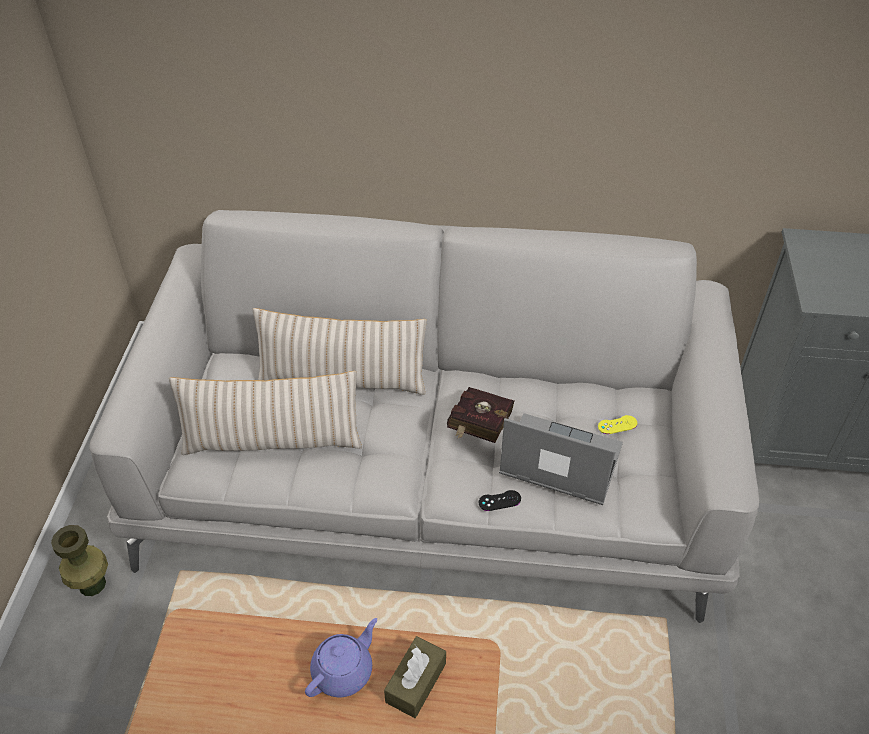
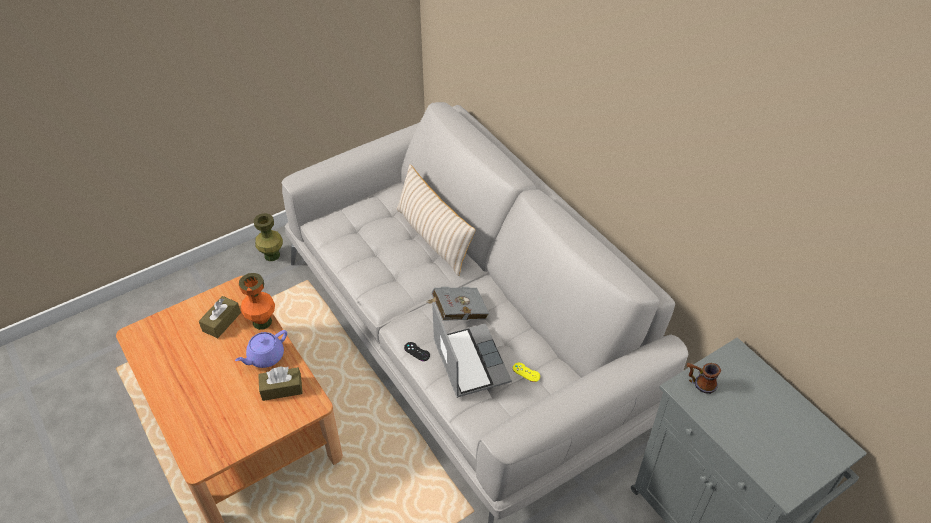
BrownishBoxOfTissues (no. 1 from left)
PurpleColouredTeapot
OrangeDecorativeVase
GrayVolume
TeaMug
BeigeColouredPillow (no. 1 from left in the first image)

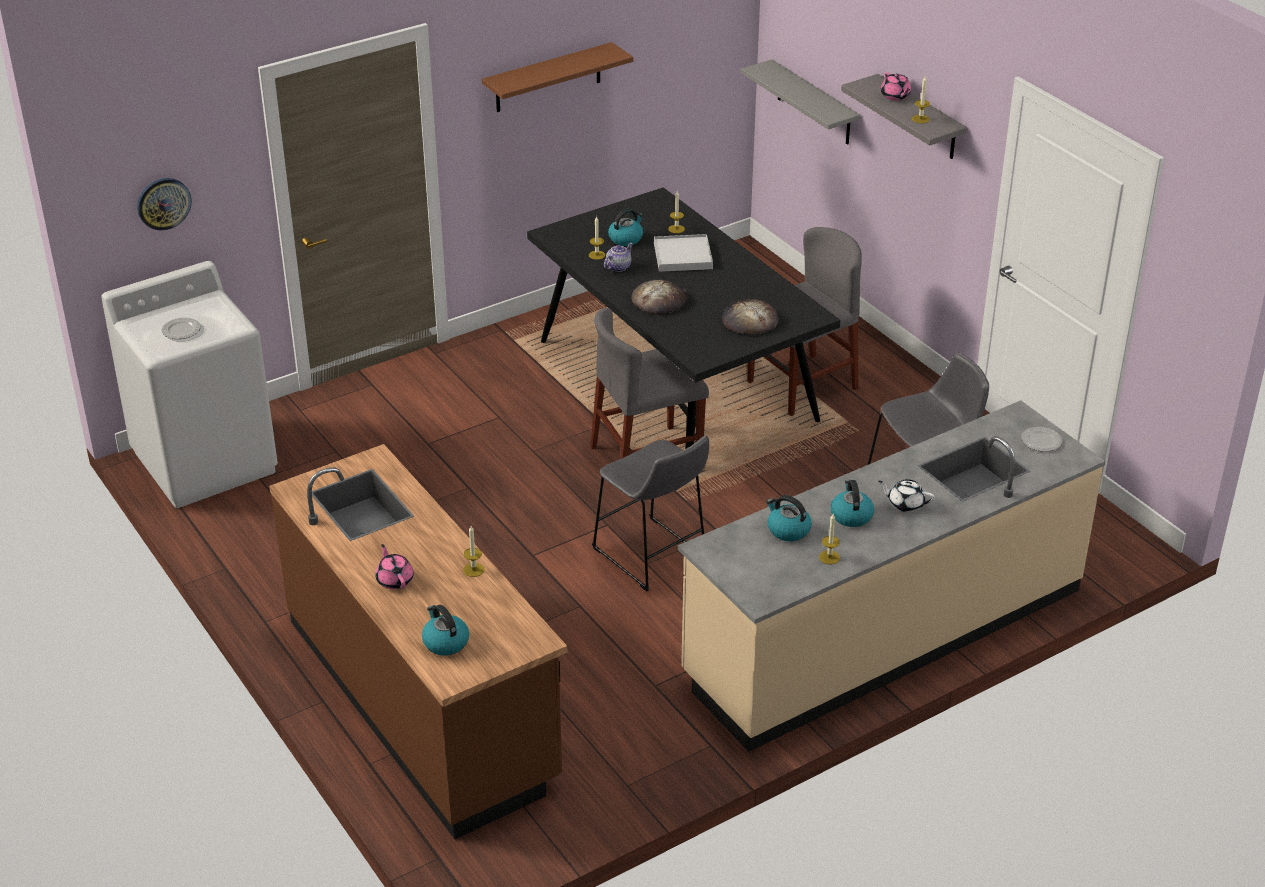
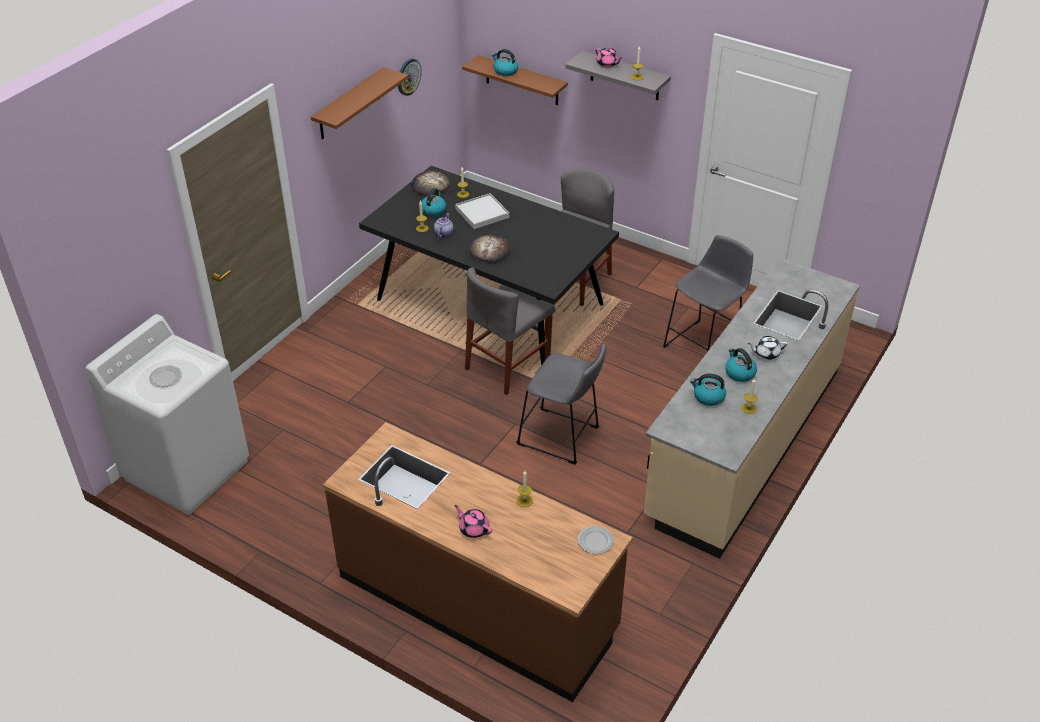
WallClock
BakeryBread (no. 1 from left)
BrownishBracketShelf (no. 2 from left)
TeaKettle (no. 2 from left)
FlatDish (no. 2 from left)

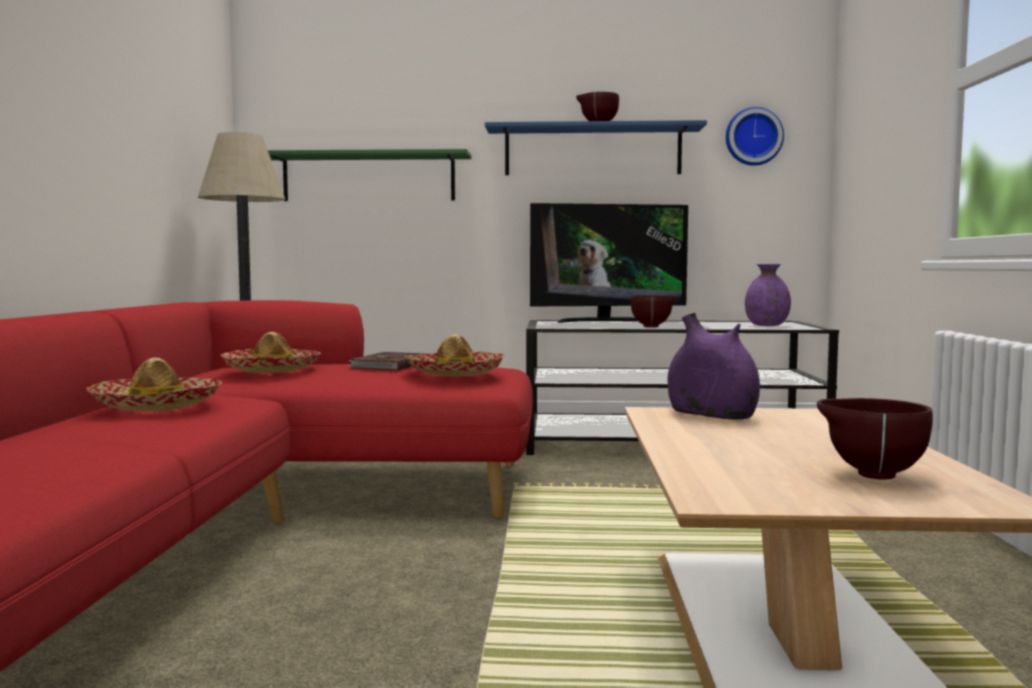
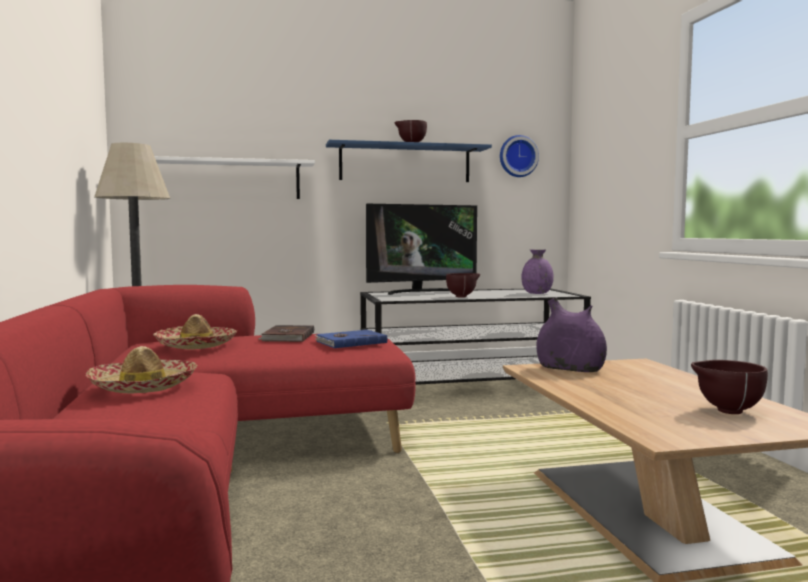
WhitishBracketShelf
BlueColouredVolume

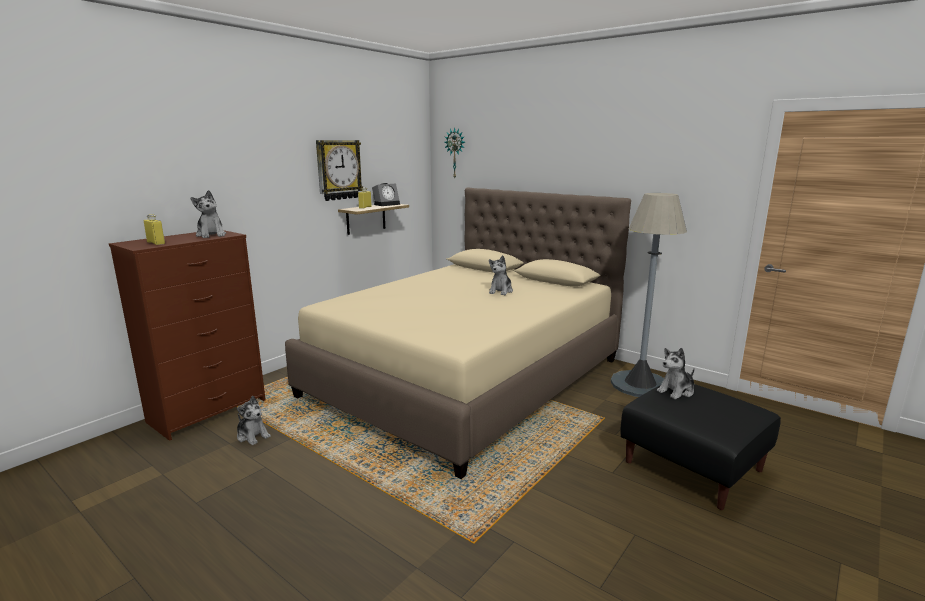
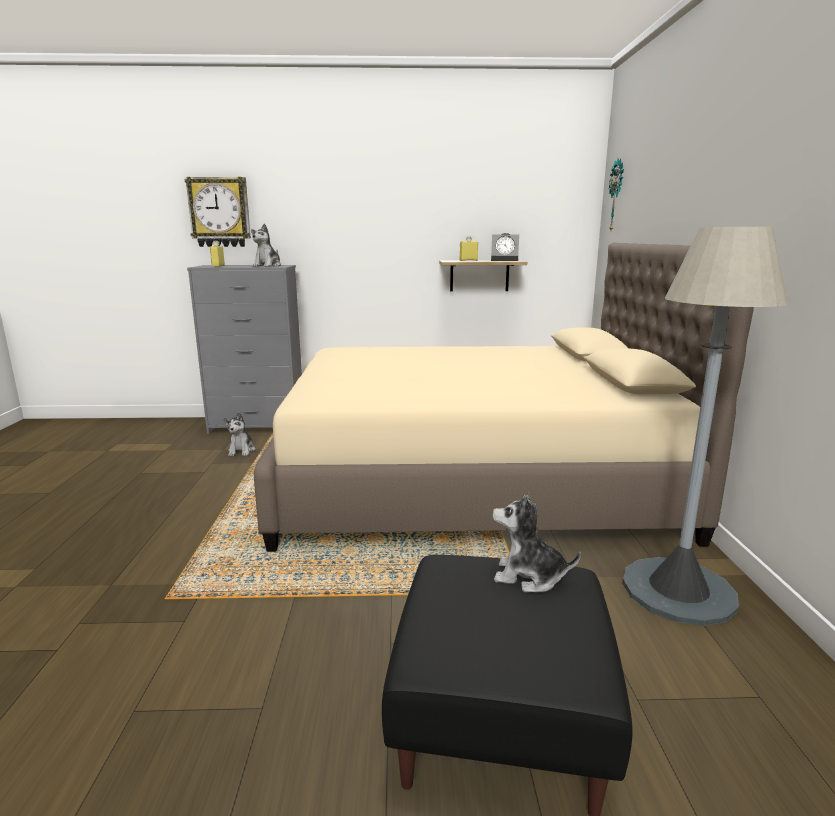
WallClock (no. 1 from left)
GrayDresser
PlushToy (no. 3 from left in the first image)

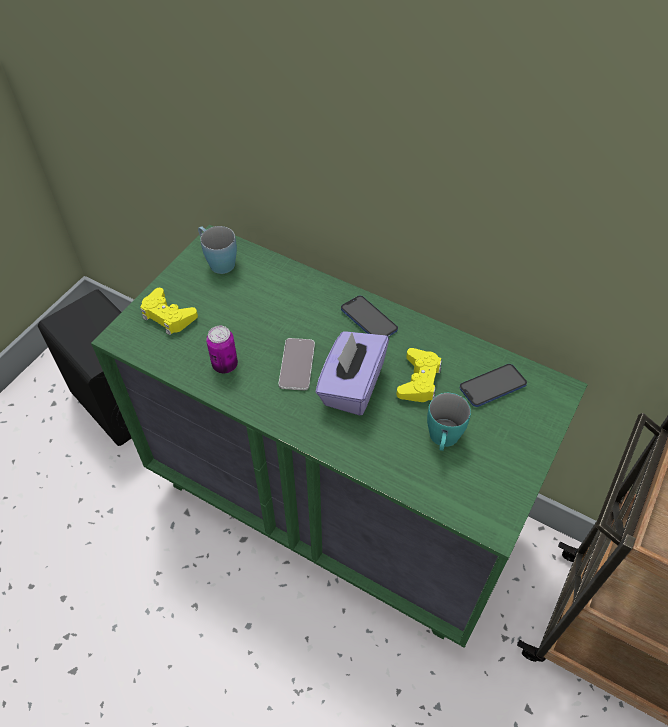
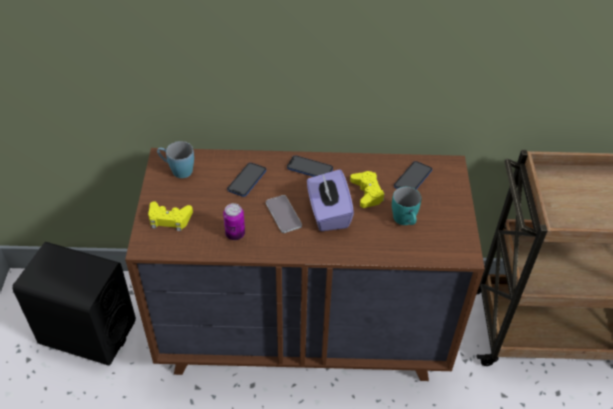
BrownishDresser
Telephone (no. 1 from left)

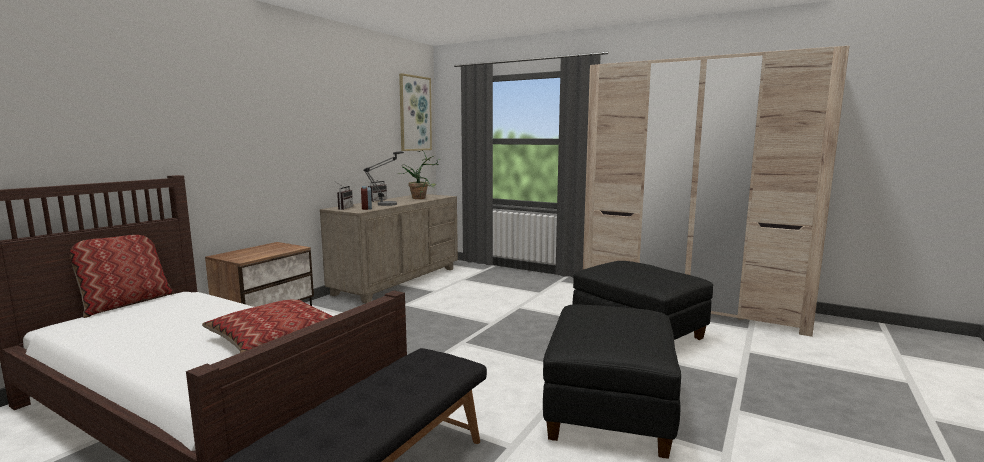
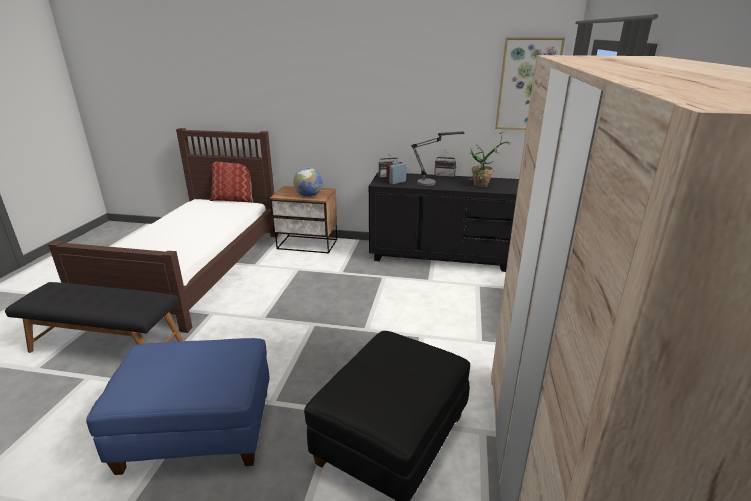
BlueColouredPouffe
DeskGlobe
BlackDresser
Pillow (no. 2 from left in the first image)

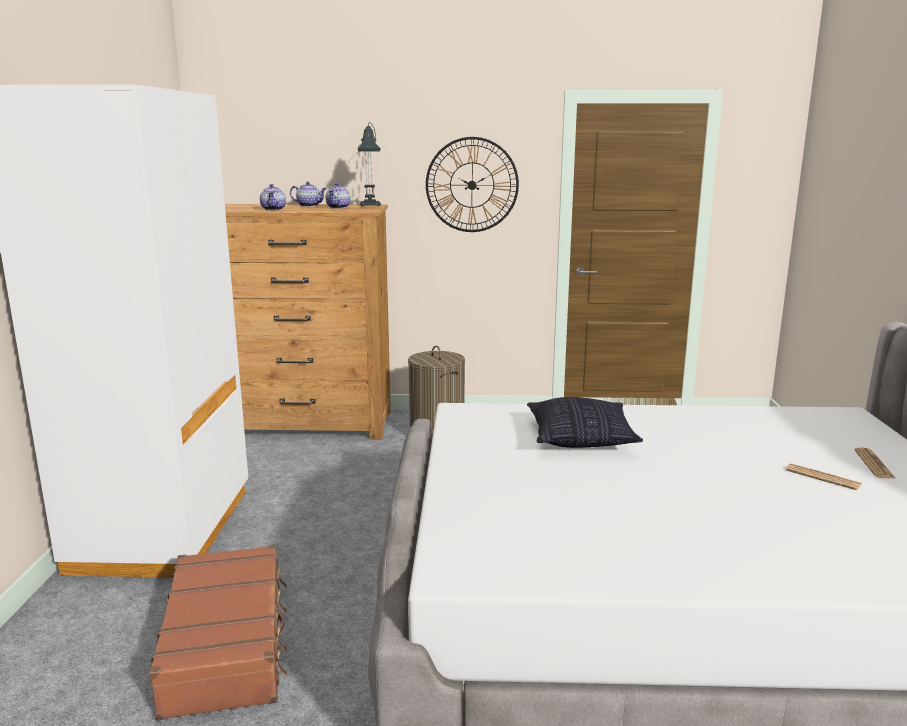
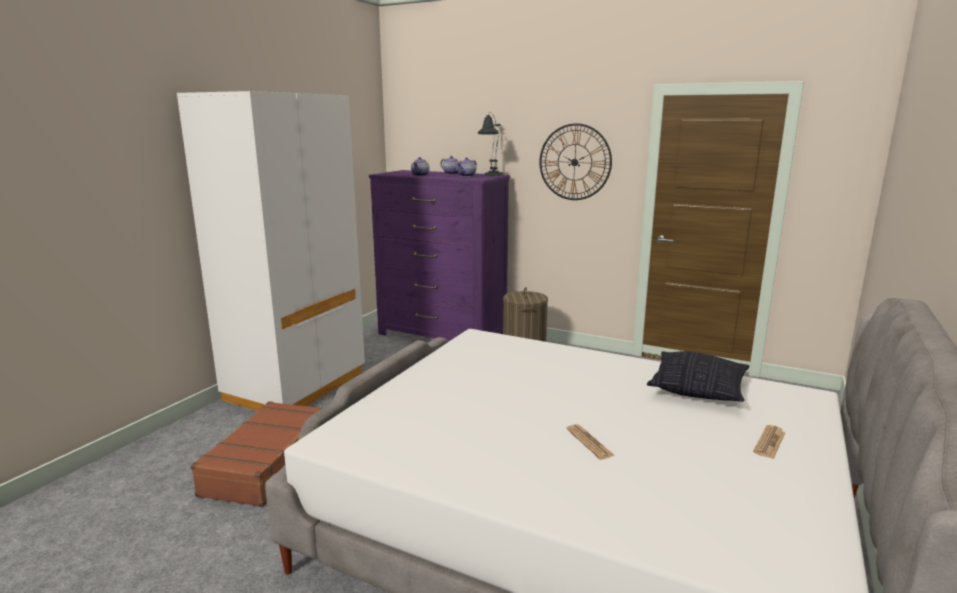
PurpleColouredDresser
Newspaper (no. 1 from left)
Pillow

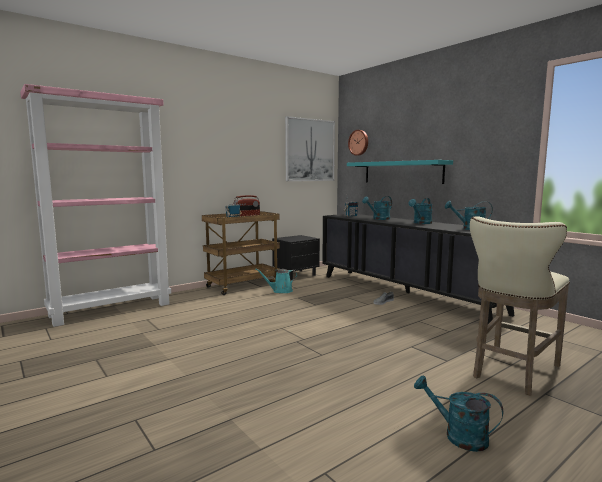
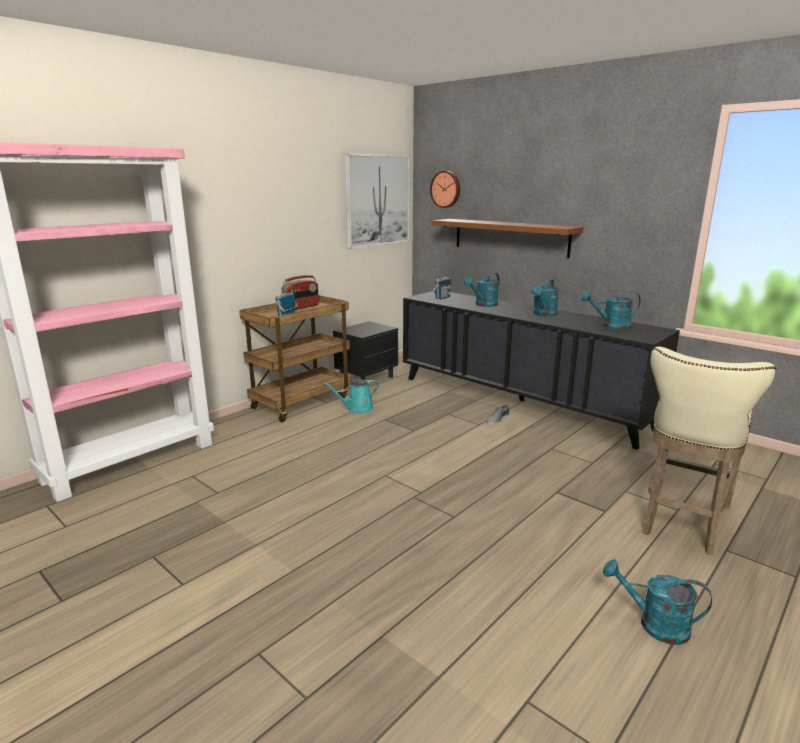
BrownishBracketShelf

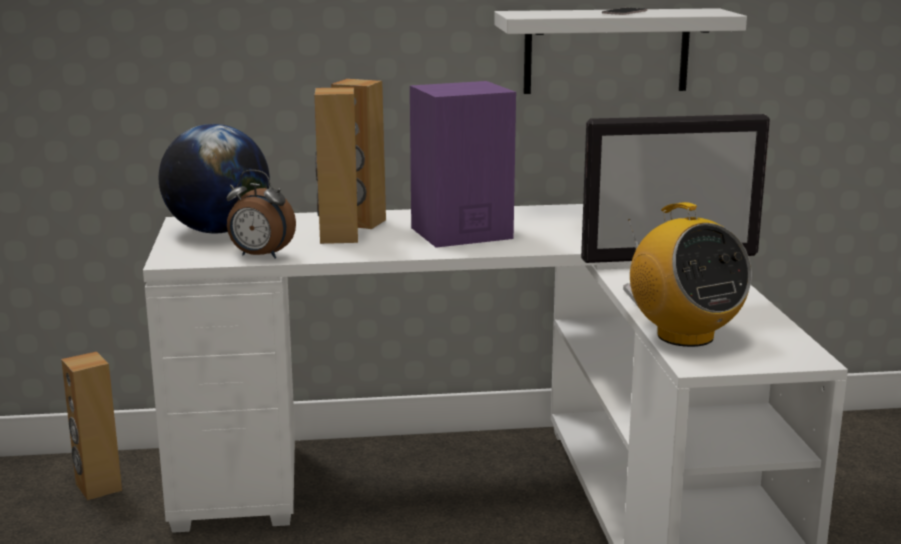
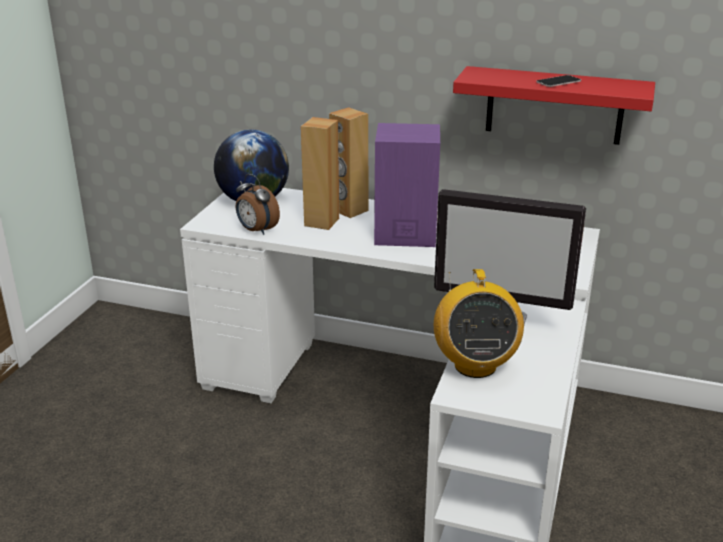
RedColouredBracketShelf
BrownishAudioSpeaker (no. 1 from left in the first image)

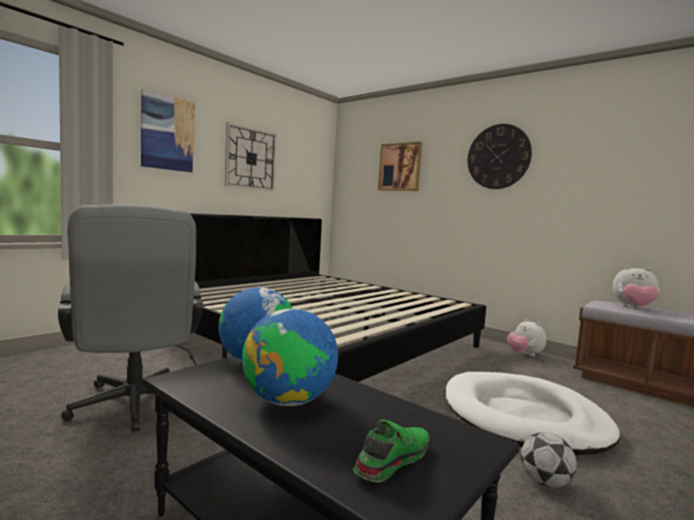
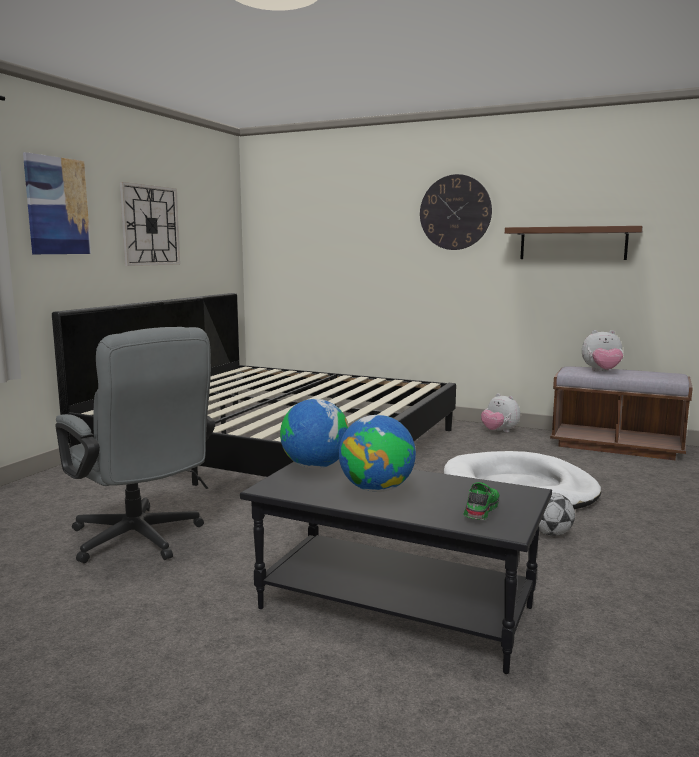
BrownishBracketShelf
WallPicture (no. 2 from left in the first image)

